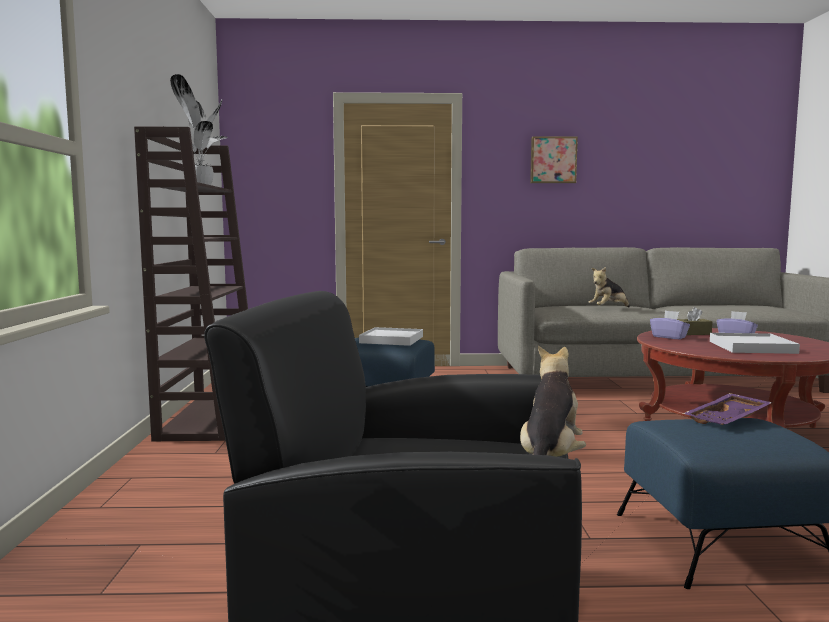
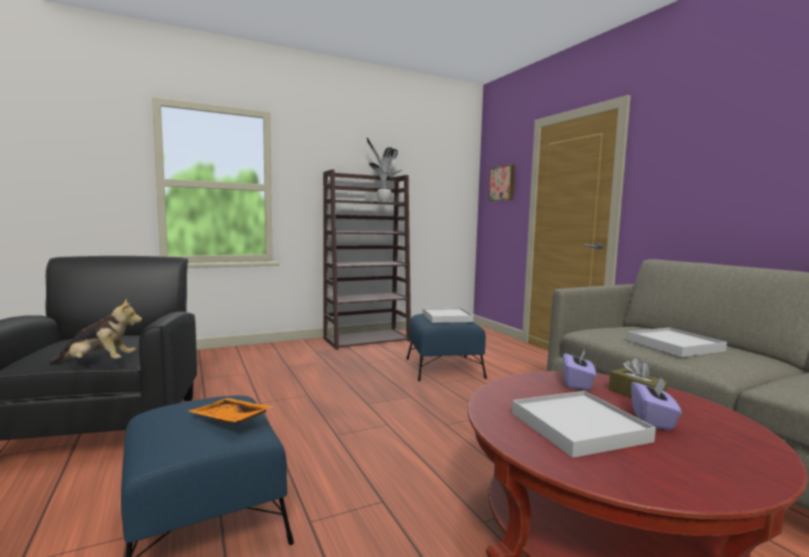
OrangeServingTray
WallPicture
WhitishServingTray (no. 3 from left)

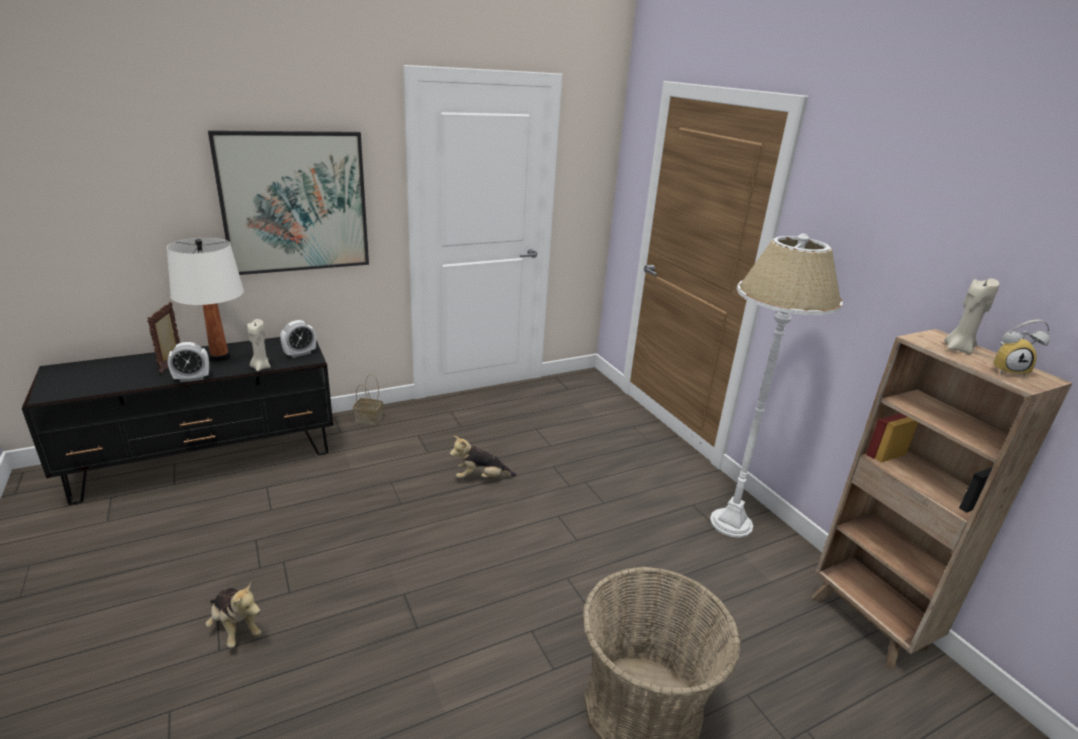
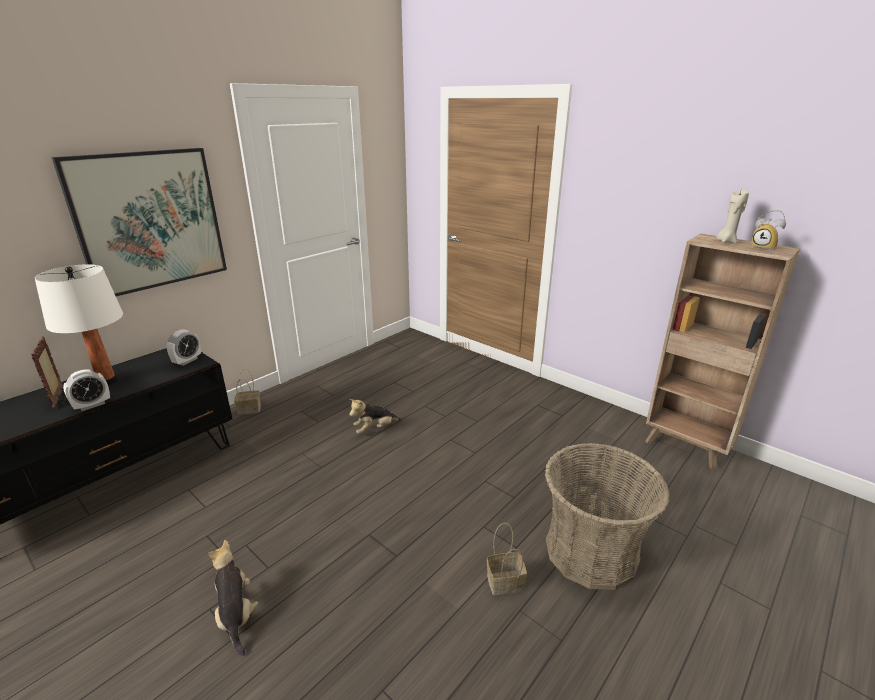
PlushToy (no. 1 from left)
Basket (no. 2 from left)
AlarmClock (no. 3 from left)
BeigeColouredWaxLight (no. 1 from left in the first image)
WhitishStandingLamp

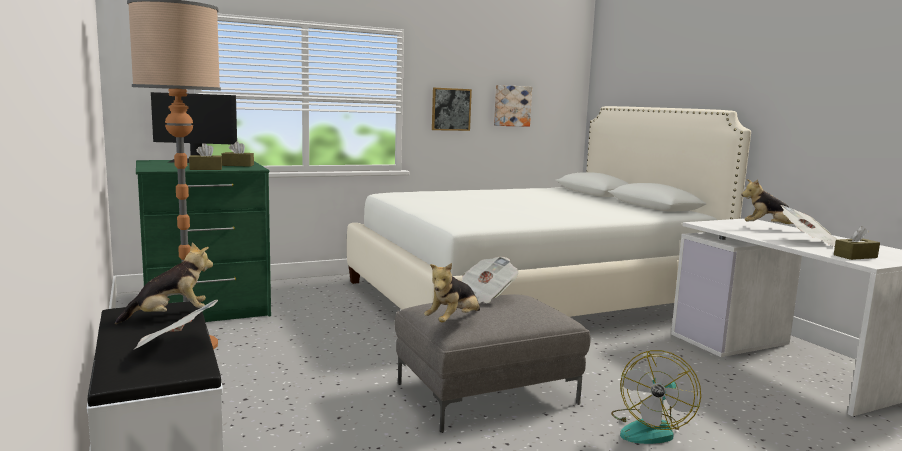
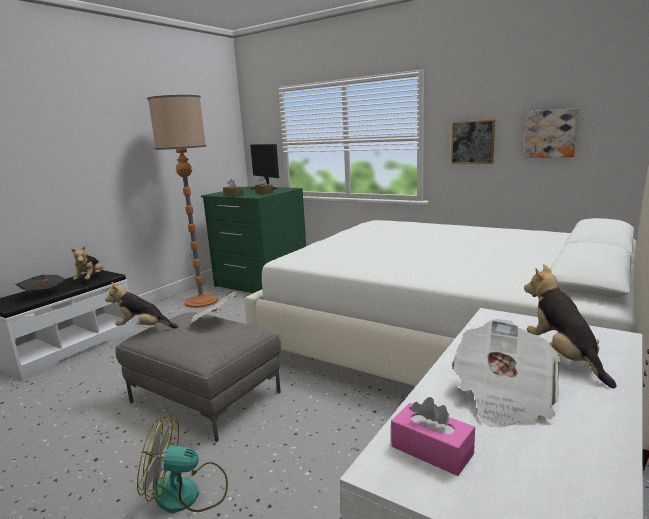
PlushToy (no. 1 from left)
PinkColouredBoxOfTissues

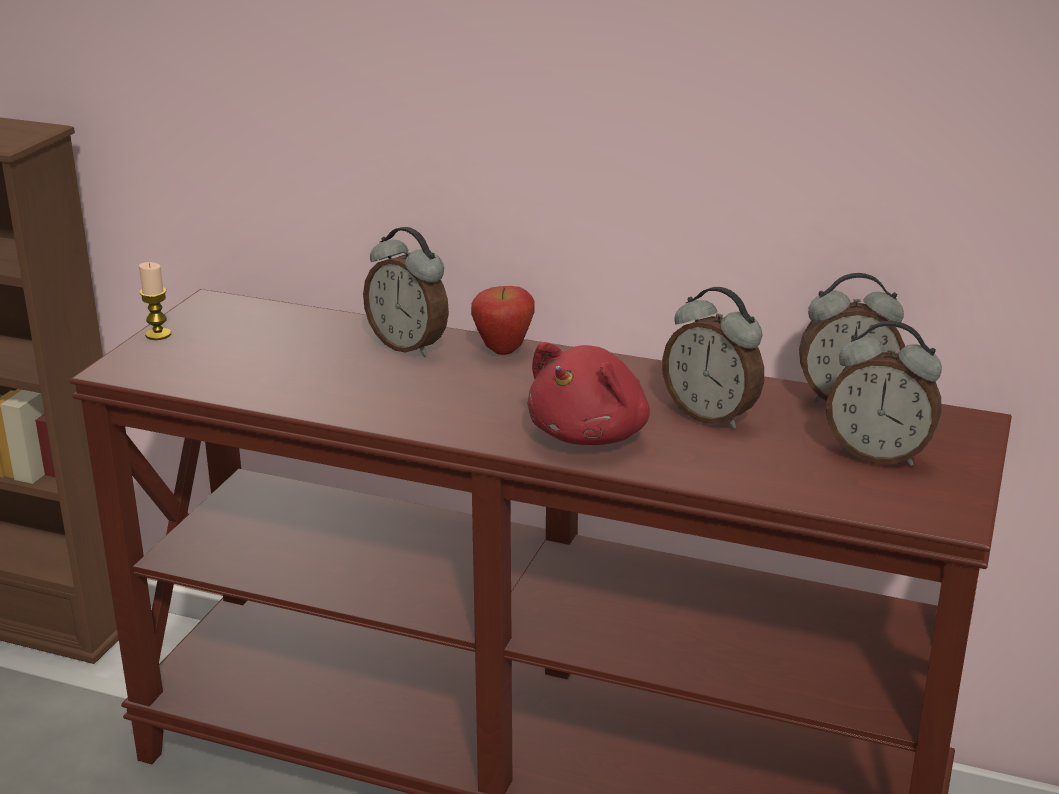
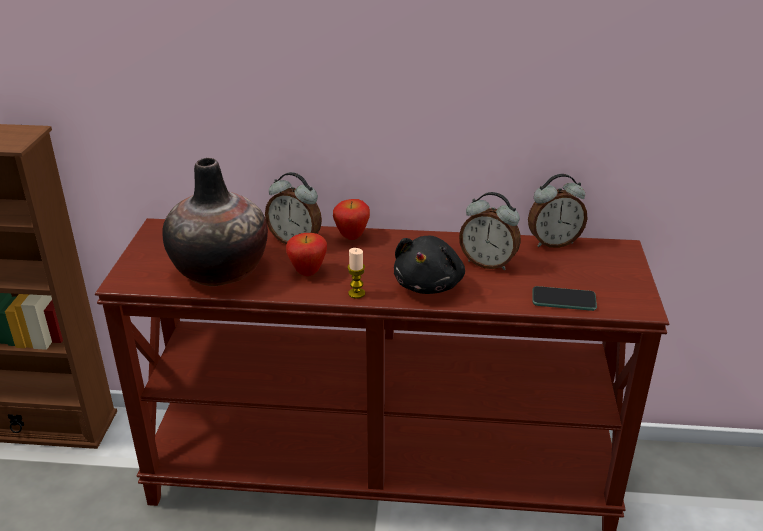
DecorativeVase
Apple (no. 1 from left)
WaxLight
BlackPlushToy
Telephone
AlarmClock (no. 4 from left in the first image)

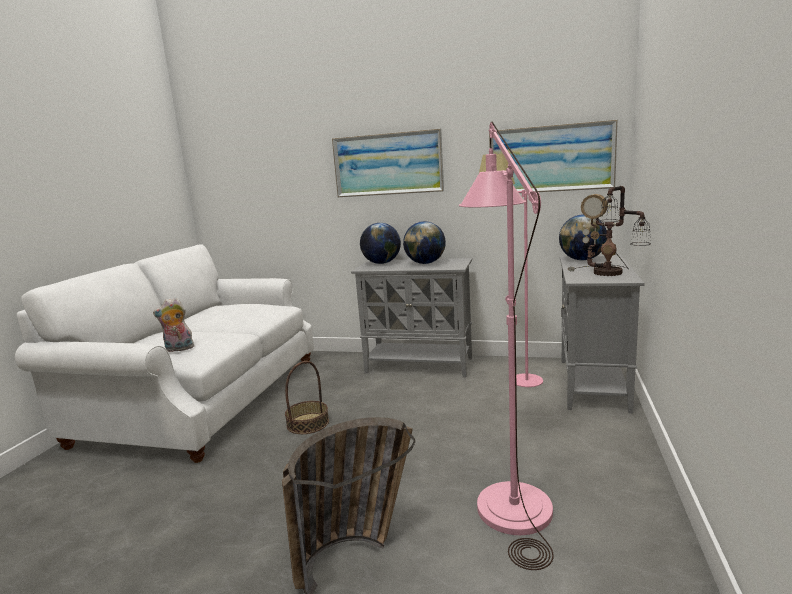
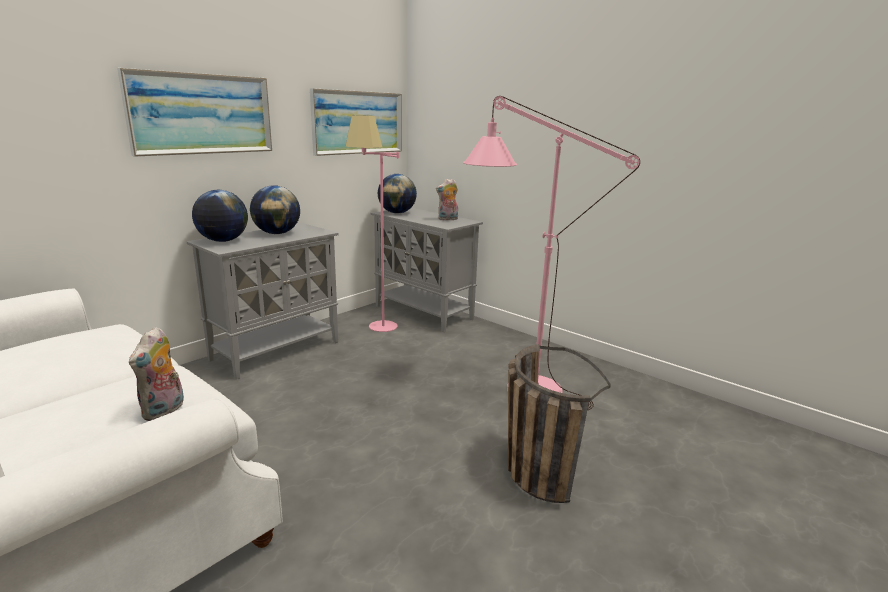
PlushToy (no. 2 from left)
Basket (no. 1 from left in the first image)

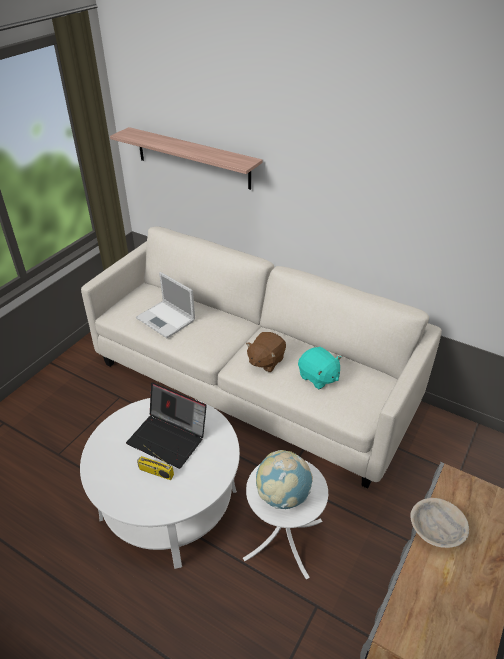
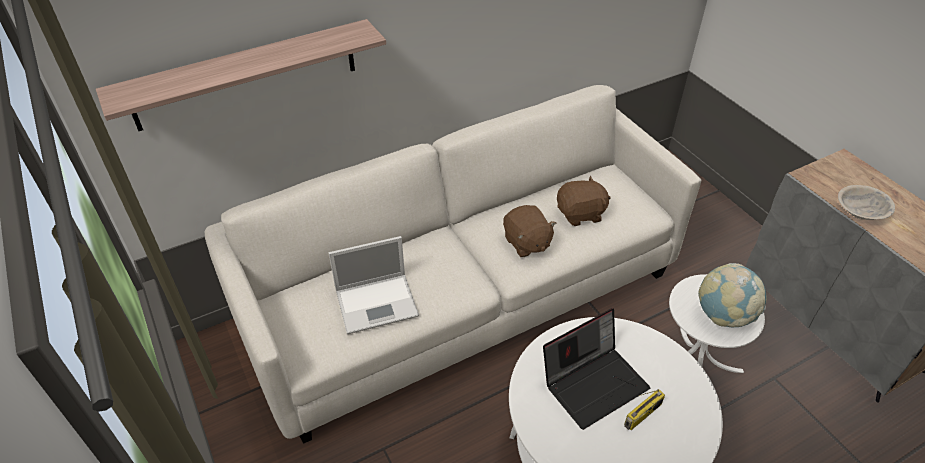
BrownishPlushToy (no. 2 from left)

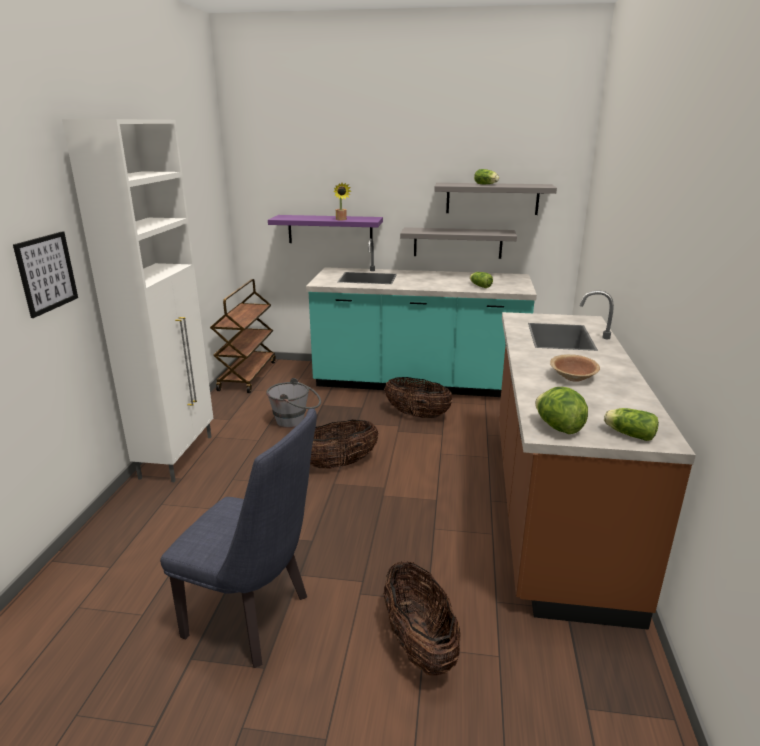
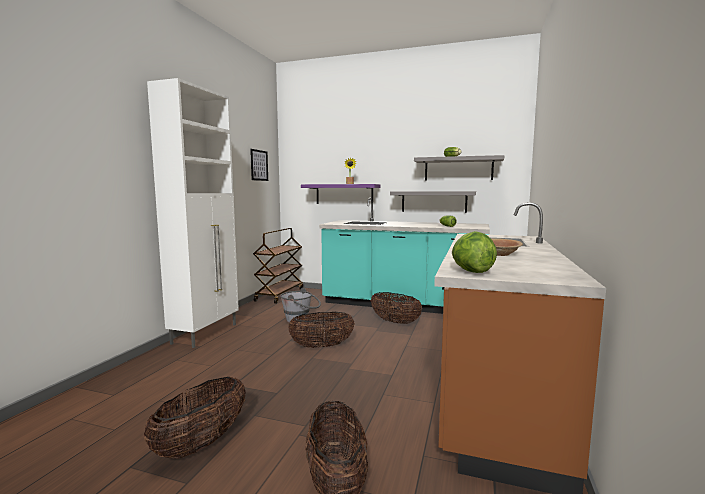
Basket (no. 1 from left)
WallPicture
Lettuce (no. 4 from left in the first image)

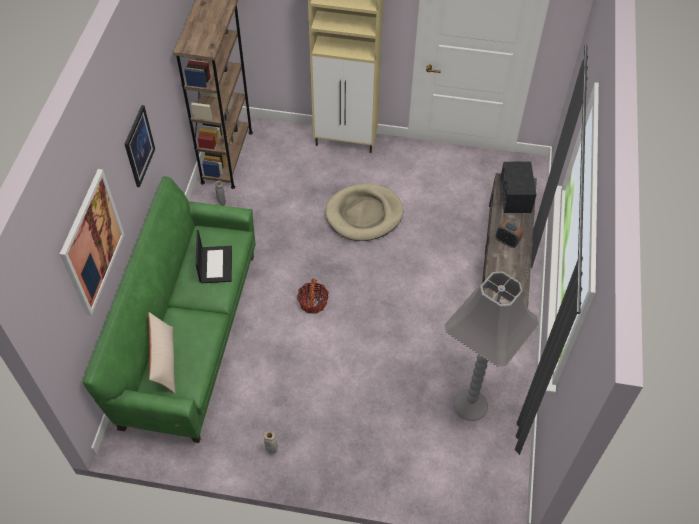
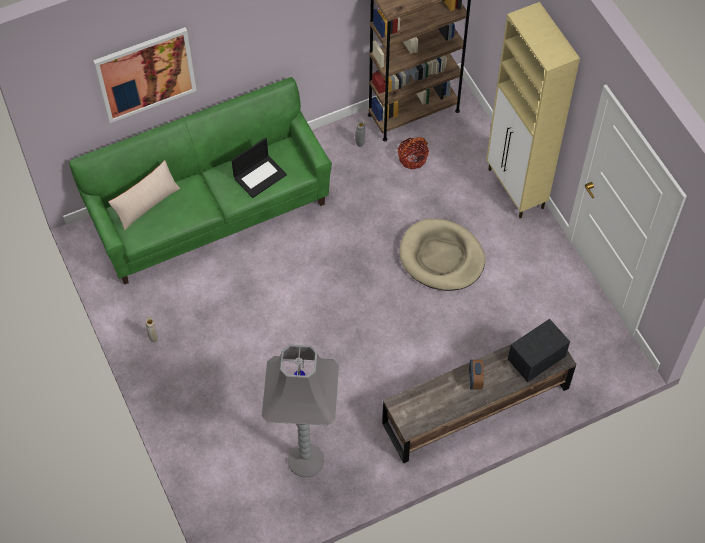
Basket
WallPicture (no. 2 from left in the first image)

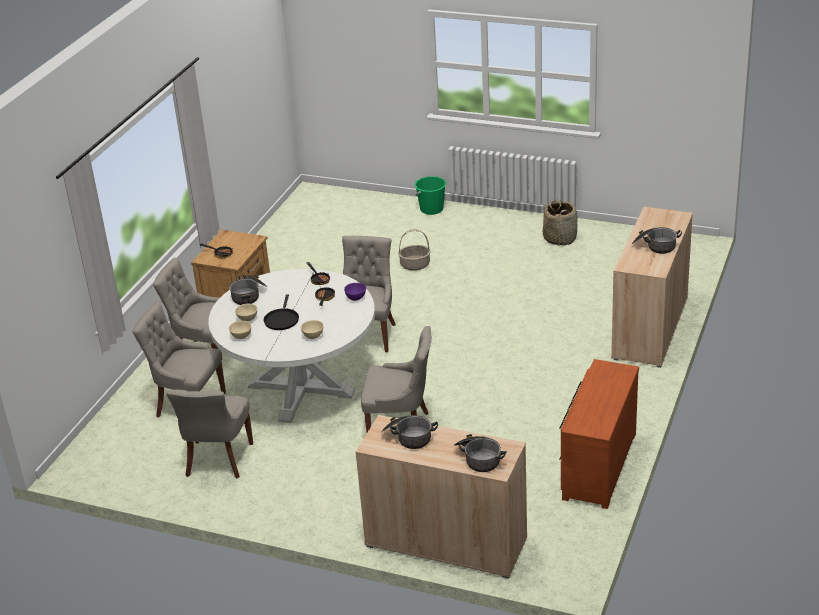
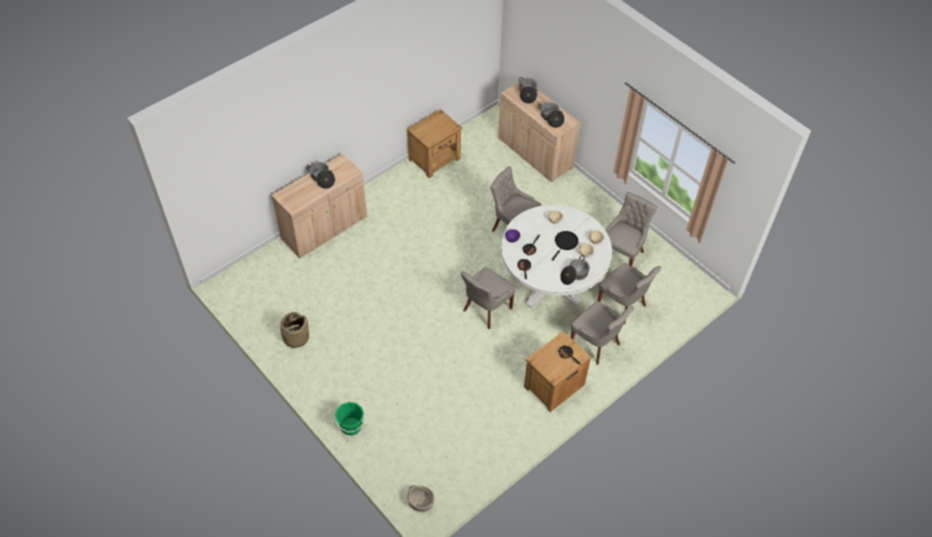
BrownishNightstand (no. 1 from left)
Basket (no. 2 from left)

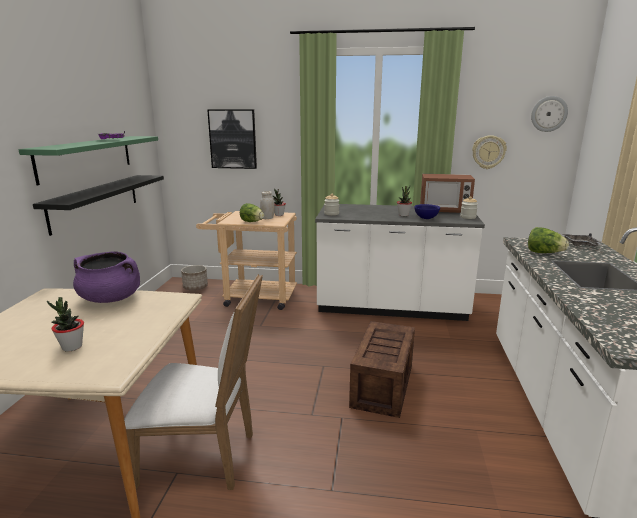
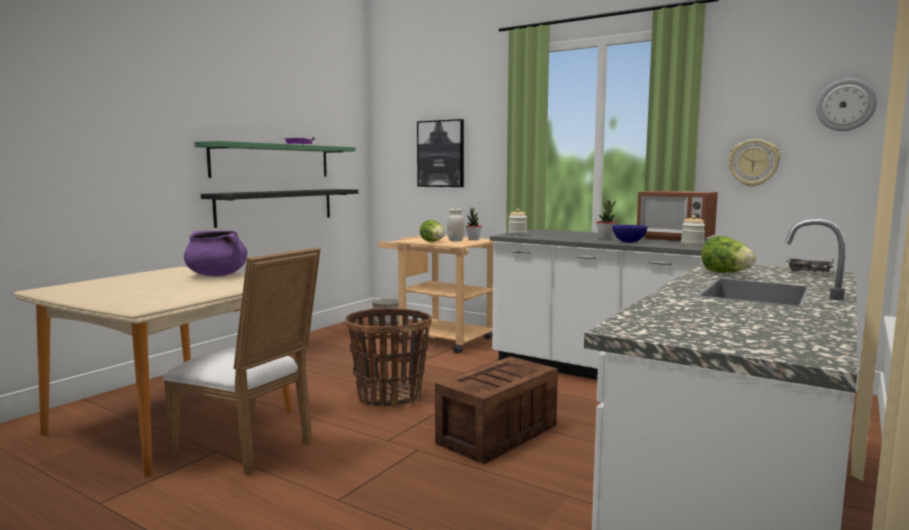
Basket
PottedPlant (no. 1 from left in the first image)

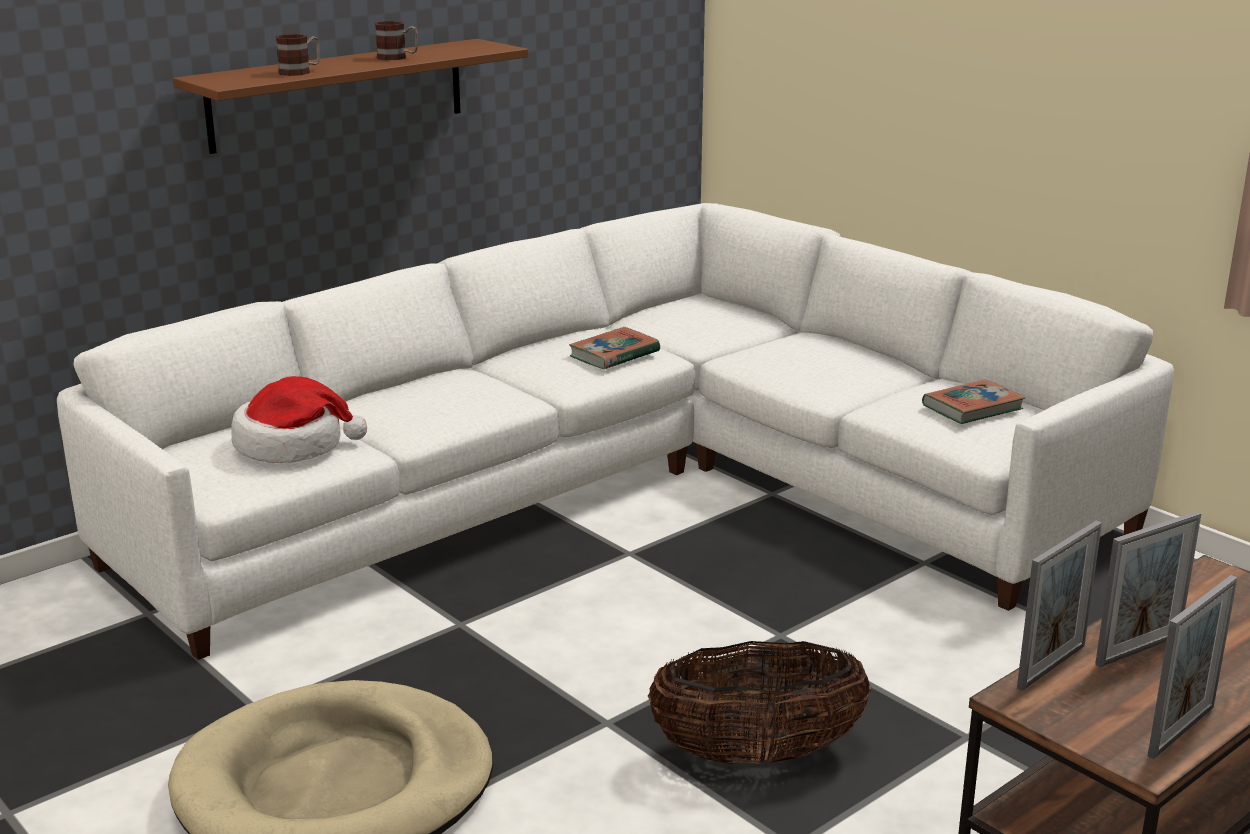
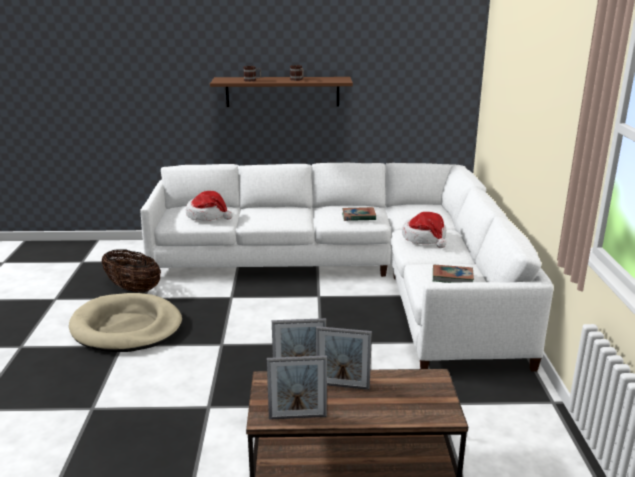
Basket
ClothingHat (no. 2 from left)

